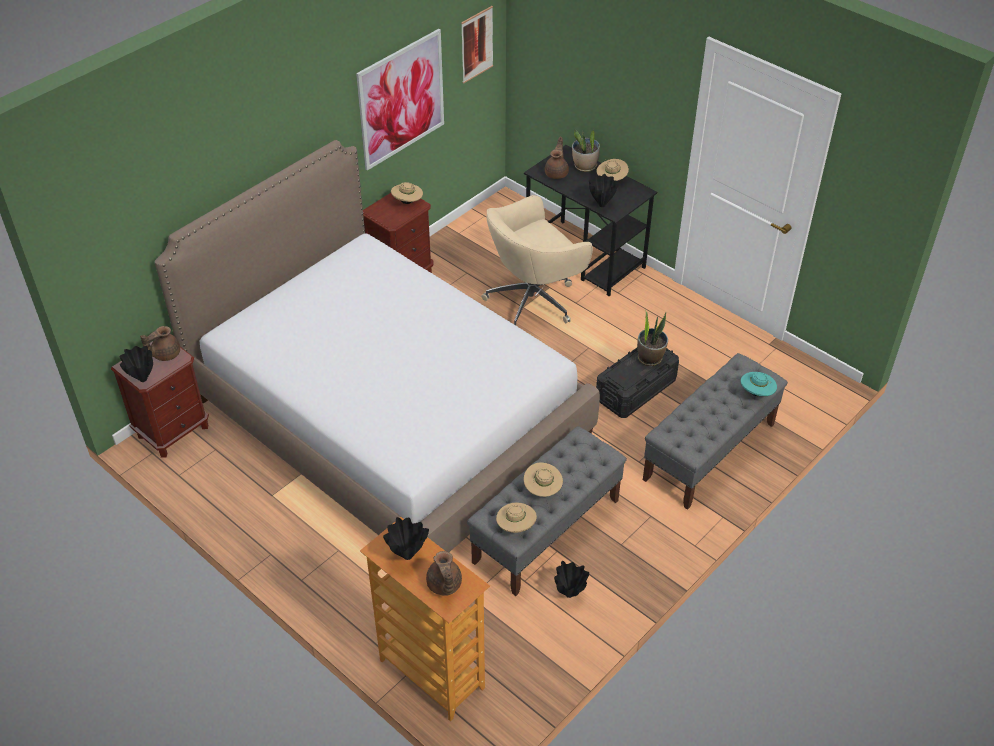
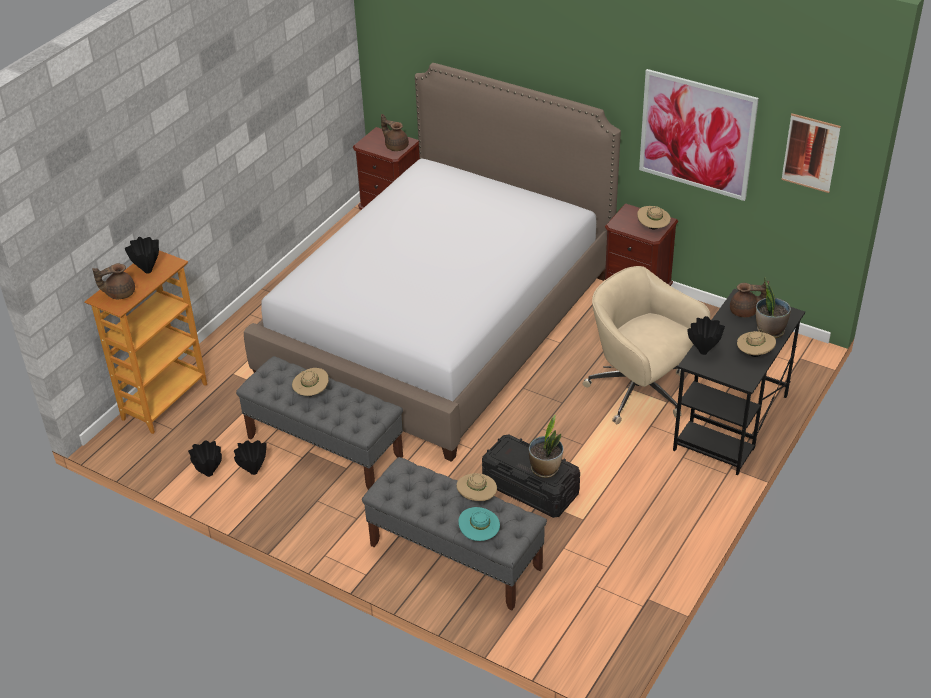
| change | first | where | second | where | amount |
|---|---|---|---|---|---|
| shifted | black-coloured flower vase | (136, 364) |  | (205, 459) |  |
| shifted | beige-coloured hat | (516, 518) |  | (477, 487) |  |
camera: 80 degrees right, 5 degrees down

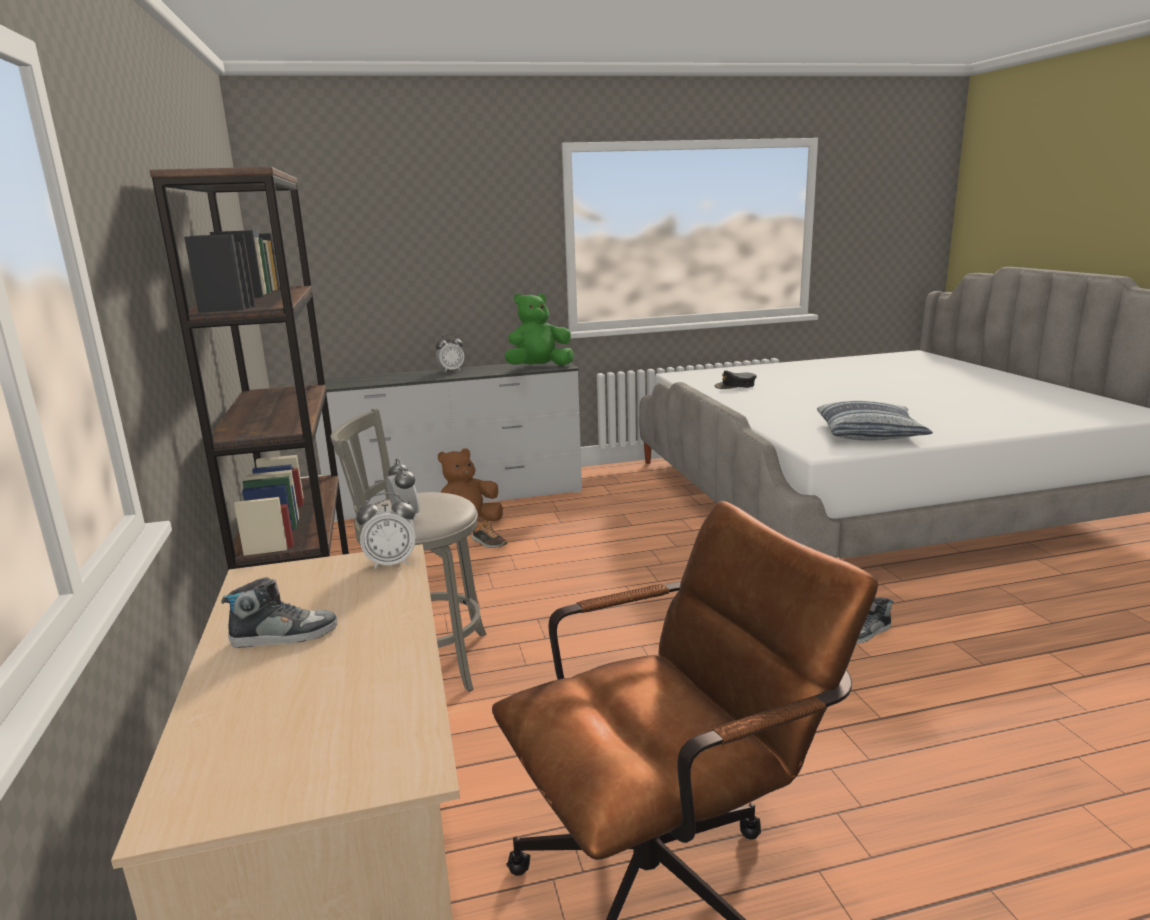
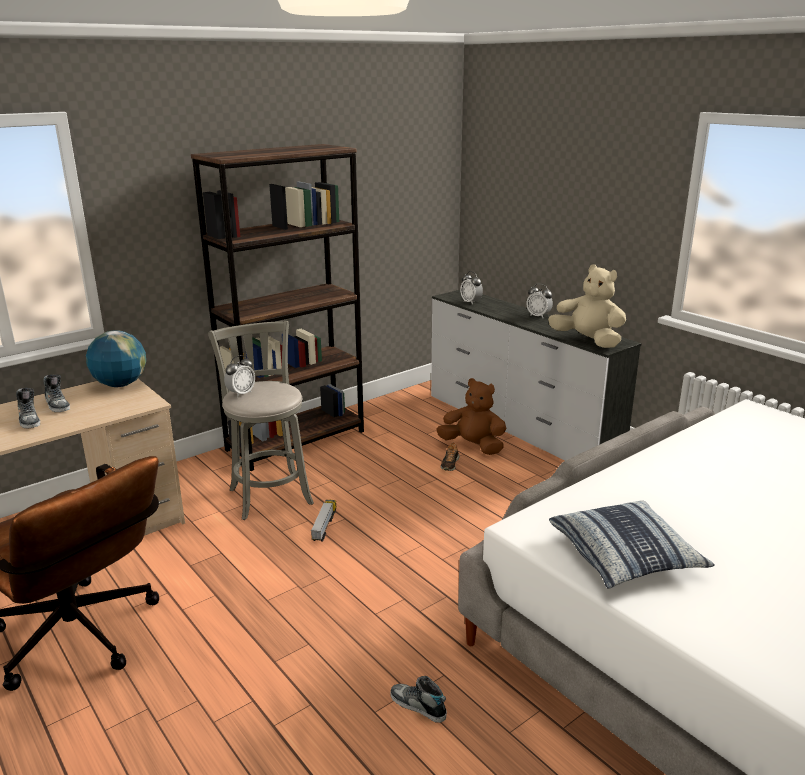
| change | first | where | second | where | amount |
|---|---|---|---|---|---|
| new |  |  | item of footwear | (28, 408) |  |
| new |  |  | globe | (116, 358) |  |
| new |  |  | toy lorry | (323, 521) |  |
| shifted | bedside clock | (386, 531) |  | (471, 288) |  |
| repainted | green-coloured soft toy | (539, 329) | beige-coloured soft toy | (587, 306) |  |
| gone | black-coloured cap | (736, 379) |  |  |  |
camera: 65 degrees right, 5 degrees up

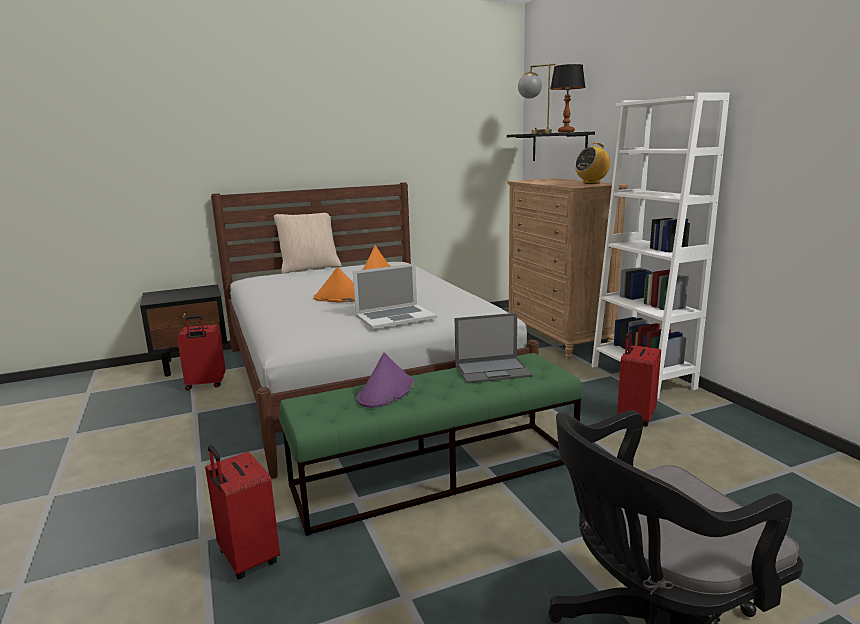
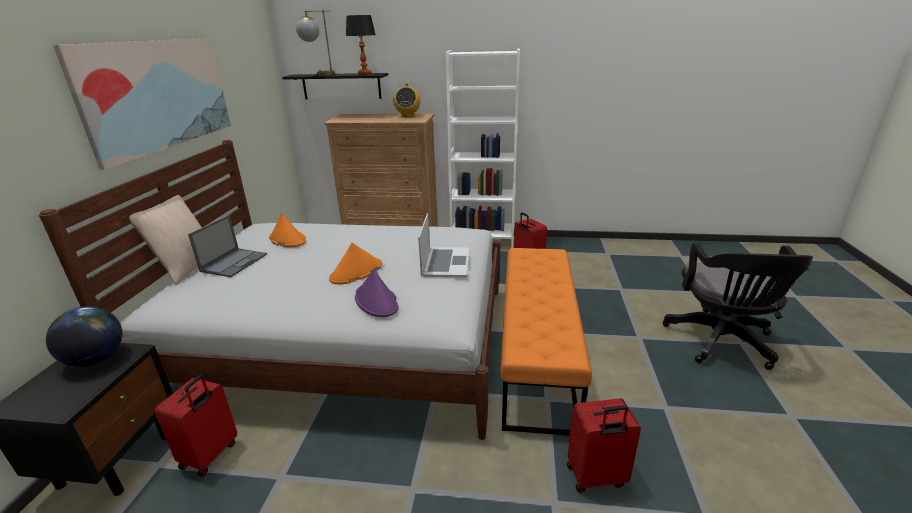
| change | first | where | second | where | amount |
|---|---|---|---|---|---|
| new |  |  | globe | (84, 336) |  |
| new |  |  | picture | (142, 104) |  |
| shifted | laptop | (494, 348) |  | (227, 246) |  |
| shifted | purple hat | (386, 380) |  | (377, 293) |  |
| repainted | green-coloured indoor bench | (430, 444) | orangey indoor bench | (546, 342) |  |
camera: 60 degrees left, 10 degrees up

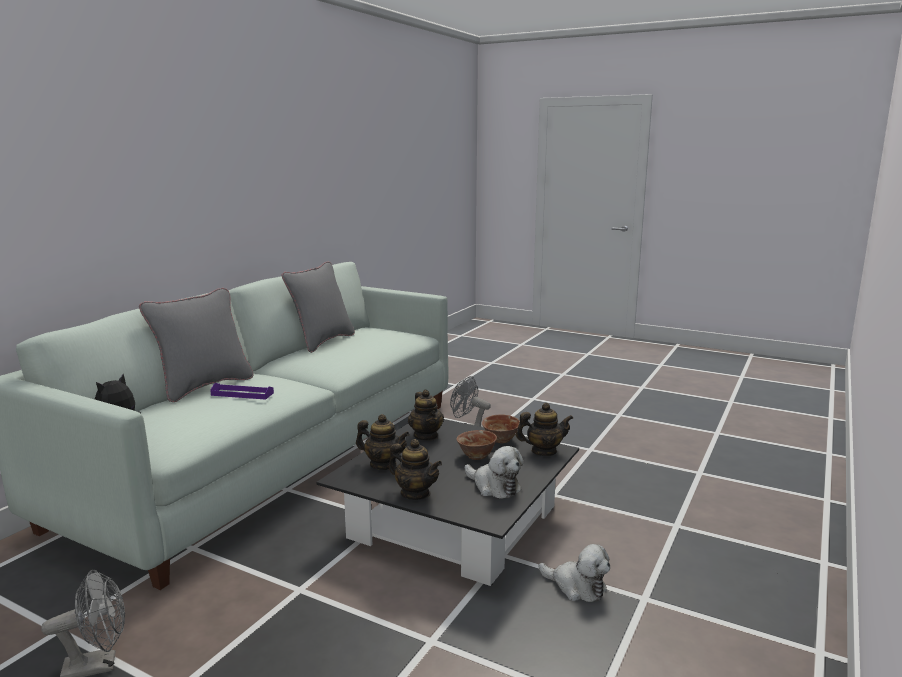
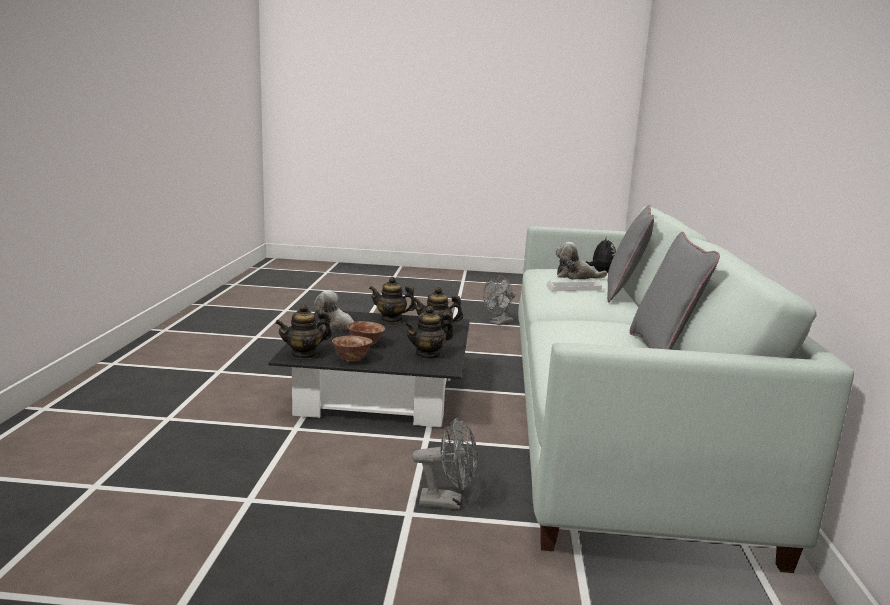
| change | first | where | second | where | amount |
|---|---|---|---|---|---|
| rotated | tea pot | (426, 415) |  | (429, 332) | 75 degrees counterclockwise |
| repainted | purple carrying tray | (242, 391) | whitish carrying tray | (574, 285) |  |
| shifted | soft toy | (574, 573) |  | (581, 261) |  |
camera: 155 degrees right, 0 degrees up

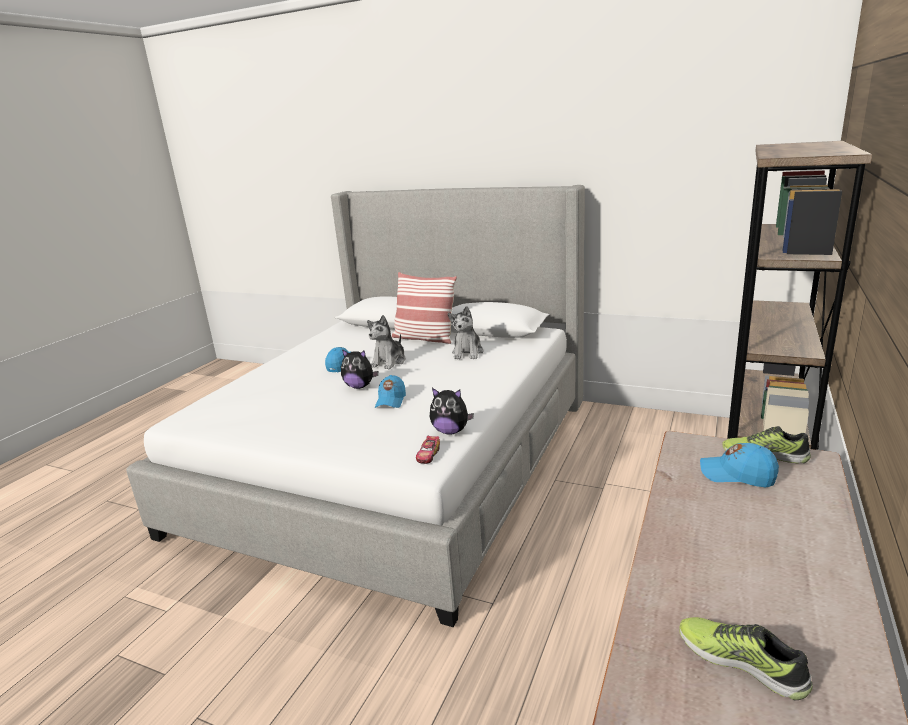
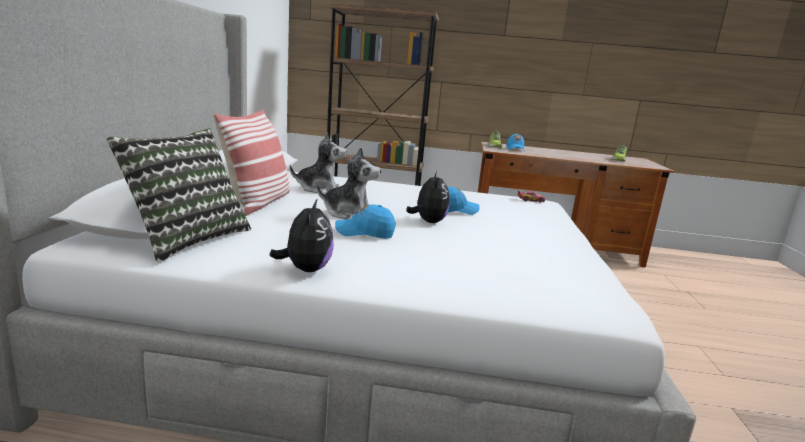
| change | first | where | second | where | amount |
|---|---|---|---|---|---|
| new |  |  | cushion | (179, 195) |  |
| shifted | soft toy | (452, 411) |  | (301, 235) |  |
camera: 110 degrees left, 5 degrees down

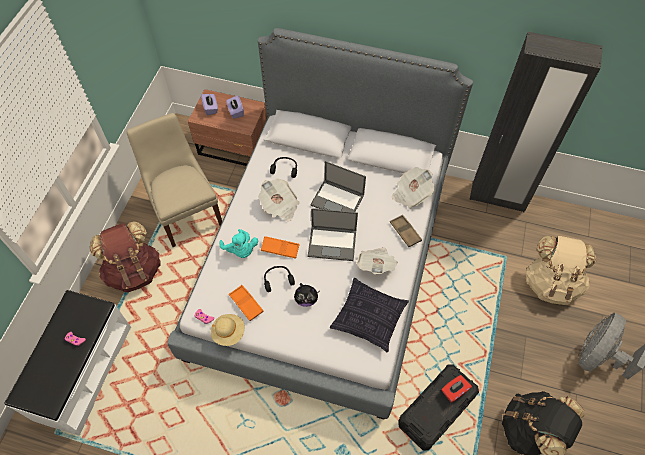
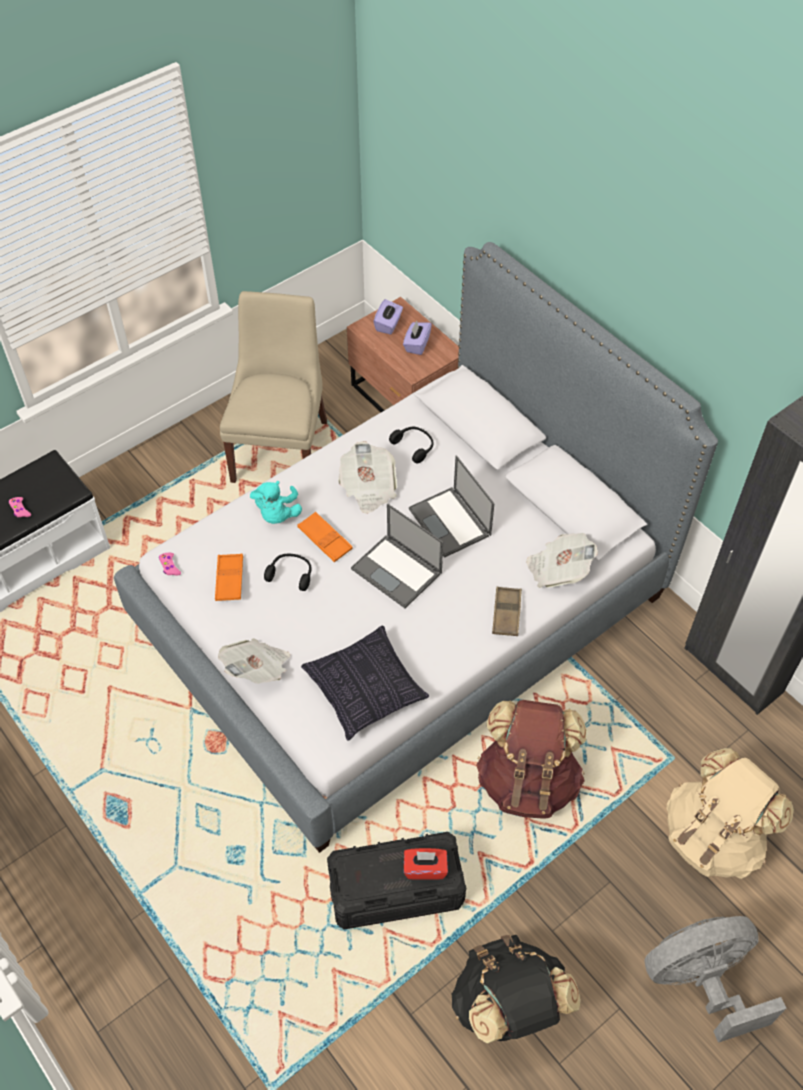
| change | first | where | second | where | amount |
|---|---|---|---|---|---|
| shifted | newspaper | (377, 260) |  | (254, 661) |  |
| shifted | brown-coloured backpack | (125, 257) |  | (531, 759) |  |
| gone | beige-coloured hat | (228, 330) |  |  |  |
| gone | soft toy | (307, 295) |  |  |  |
camera: 35 degrees right, 5 degrees down

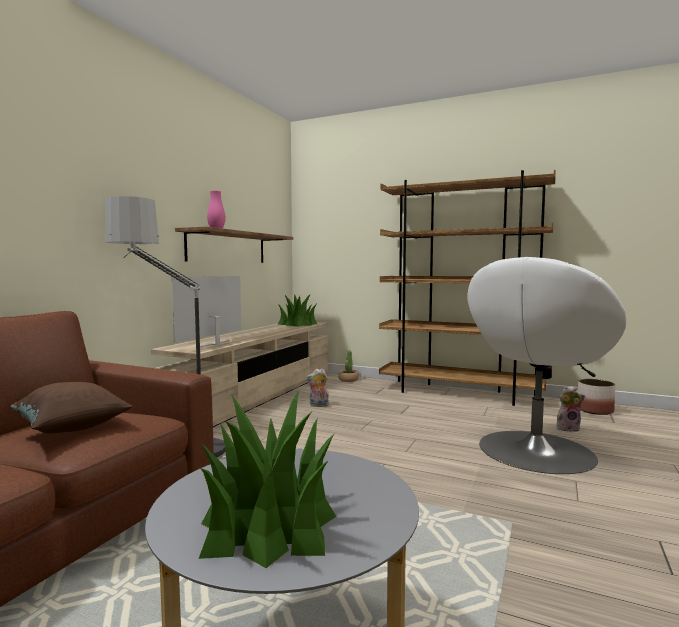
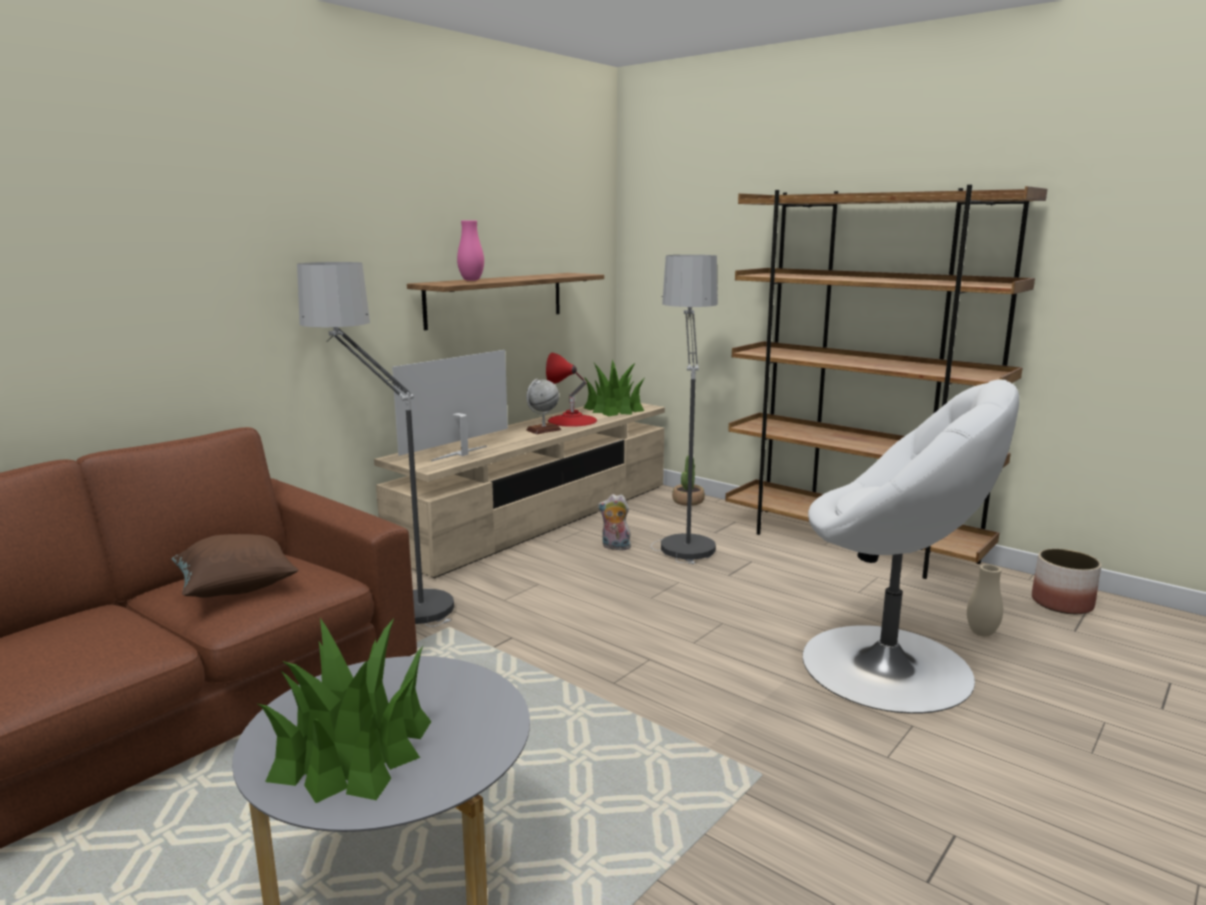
| change | first | where | second | where | amount |
|---|---|---|---|---|---|
| new |  |  | globe | (543, 406) |  |
| new |  |  | reddish tabletop lamp | (571, 390) |  |
| new |  |  | standard lamp | (684, 409) |  |
| rotated | whitish armchair | (546, 365) |  | (911, 546) | 120 degrees counterclockwise |
| swapped | soft toy | (570, 409) | beige-coloured flower vase | (985, 600) |  |
camera: 15 degrees right, 10 degrees up

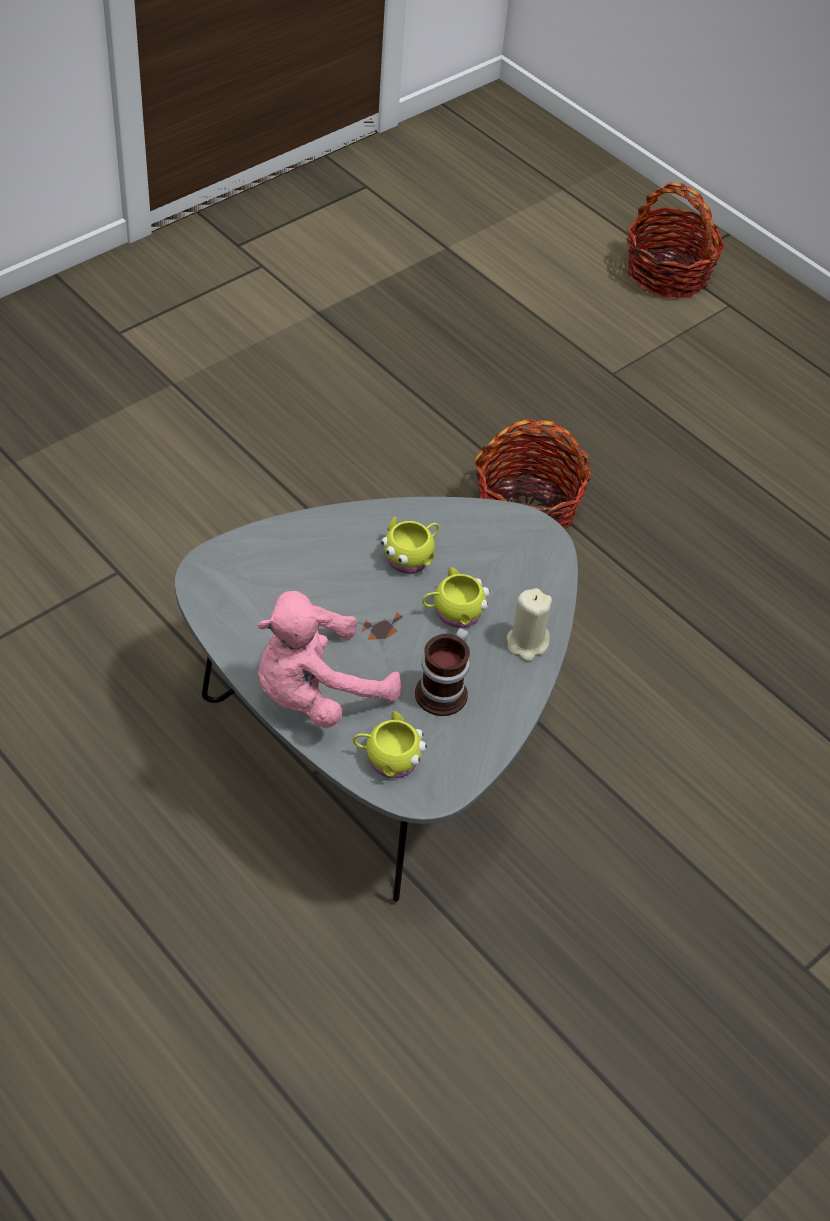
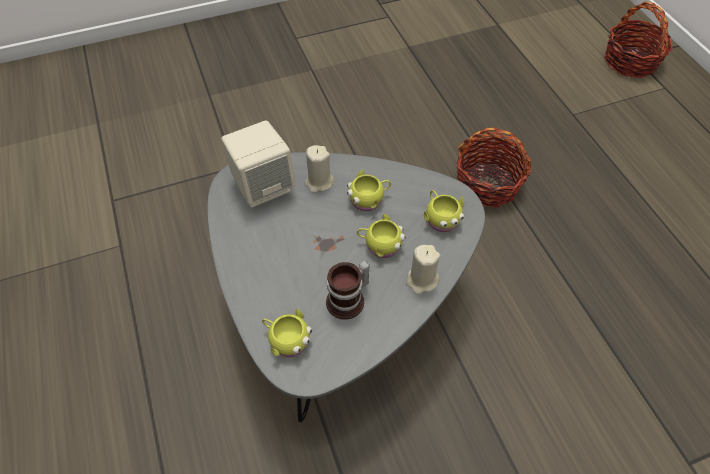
| change | first | where | second | where | amount |
|---|---|---|---|---|---|
| new |  |  | beige-coloured audio speaker | (258, 164) |  |
| new |  |  | beige-coloured wax candle | (319, 169) |  |
| new |  |  | yellow tea mug | (444, 211) |  |
| gone | pink soft toy | (329, 659) |  |  |  |
camera: 25 degrees right, 5 degrees up

